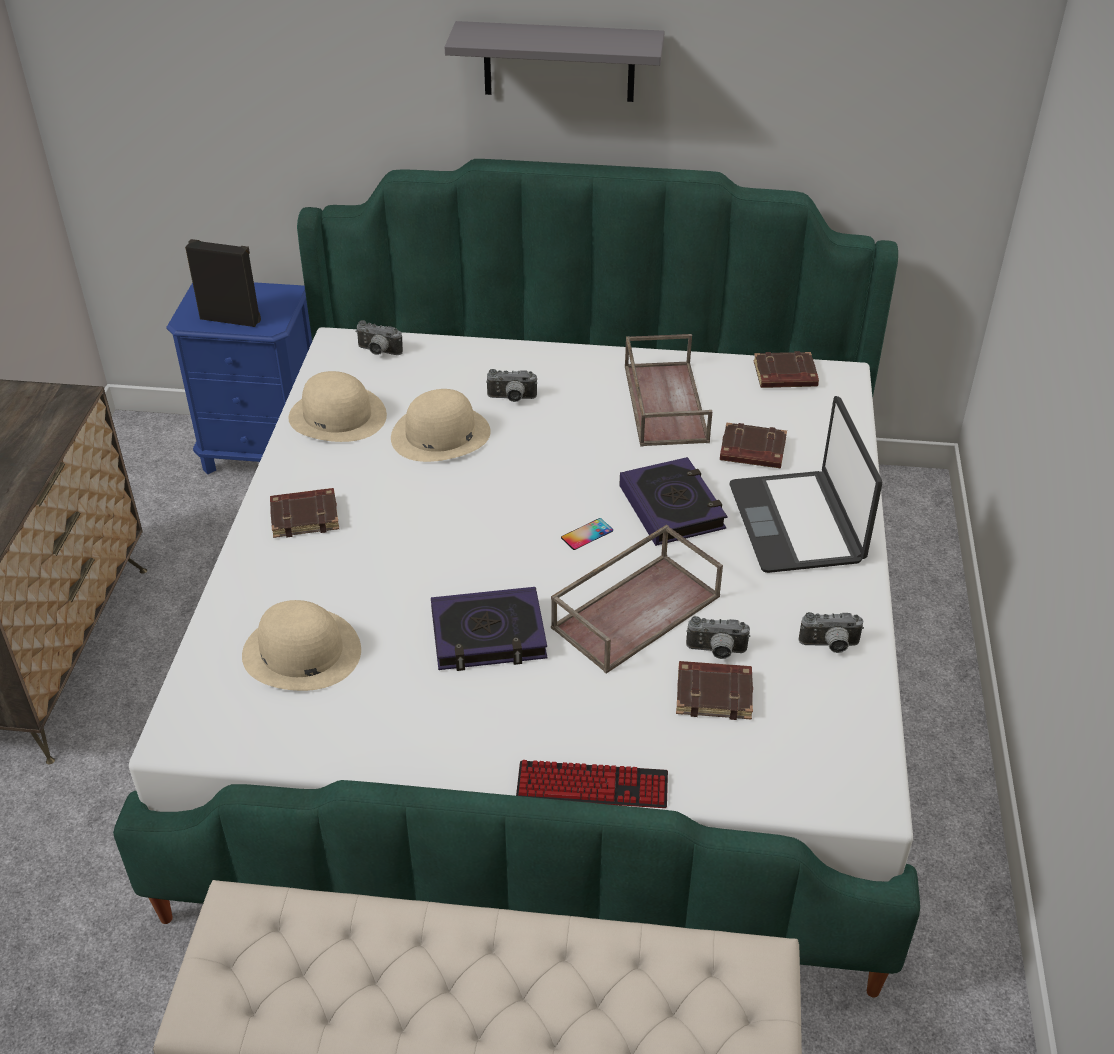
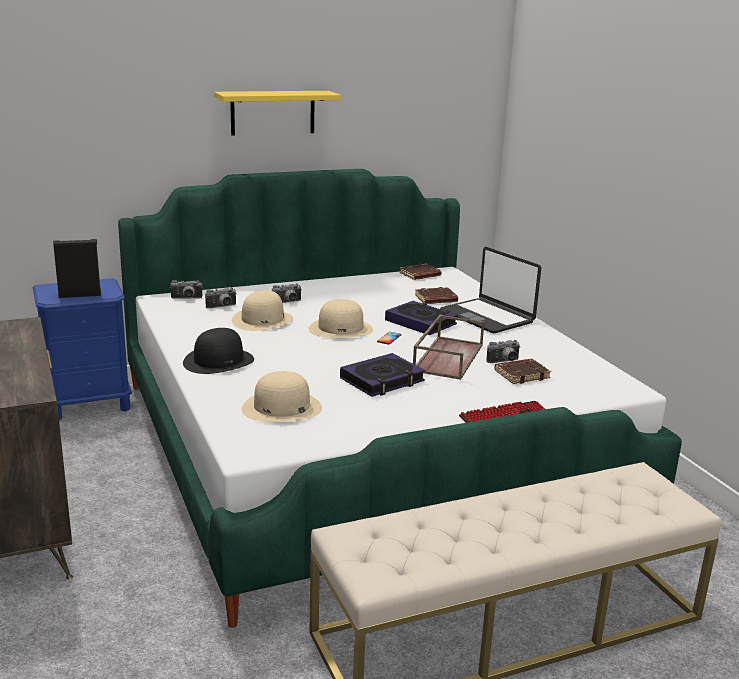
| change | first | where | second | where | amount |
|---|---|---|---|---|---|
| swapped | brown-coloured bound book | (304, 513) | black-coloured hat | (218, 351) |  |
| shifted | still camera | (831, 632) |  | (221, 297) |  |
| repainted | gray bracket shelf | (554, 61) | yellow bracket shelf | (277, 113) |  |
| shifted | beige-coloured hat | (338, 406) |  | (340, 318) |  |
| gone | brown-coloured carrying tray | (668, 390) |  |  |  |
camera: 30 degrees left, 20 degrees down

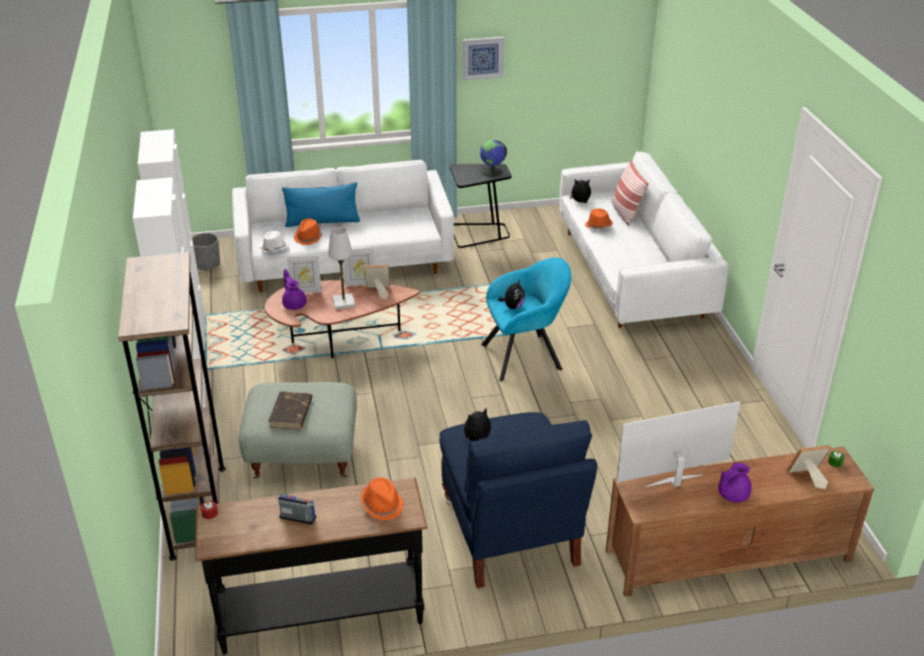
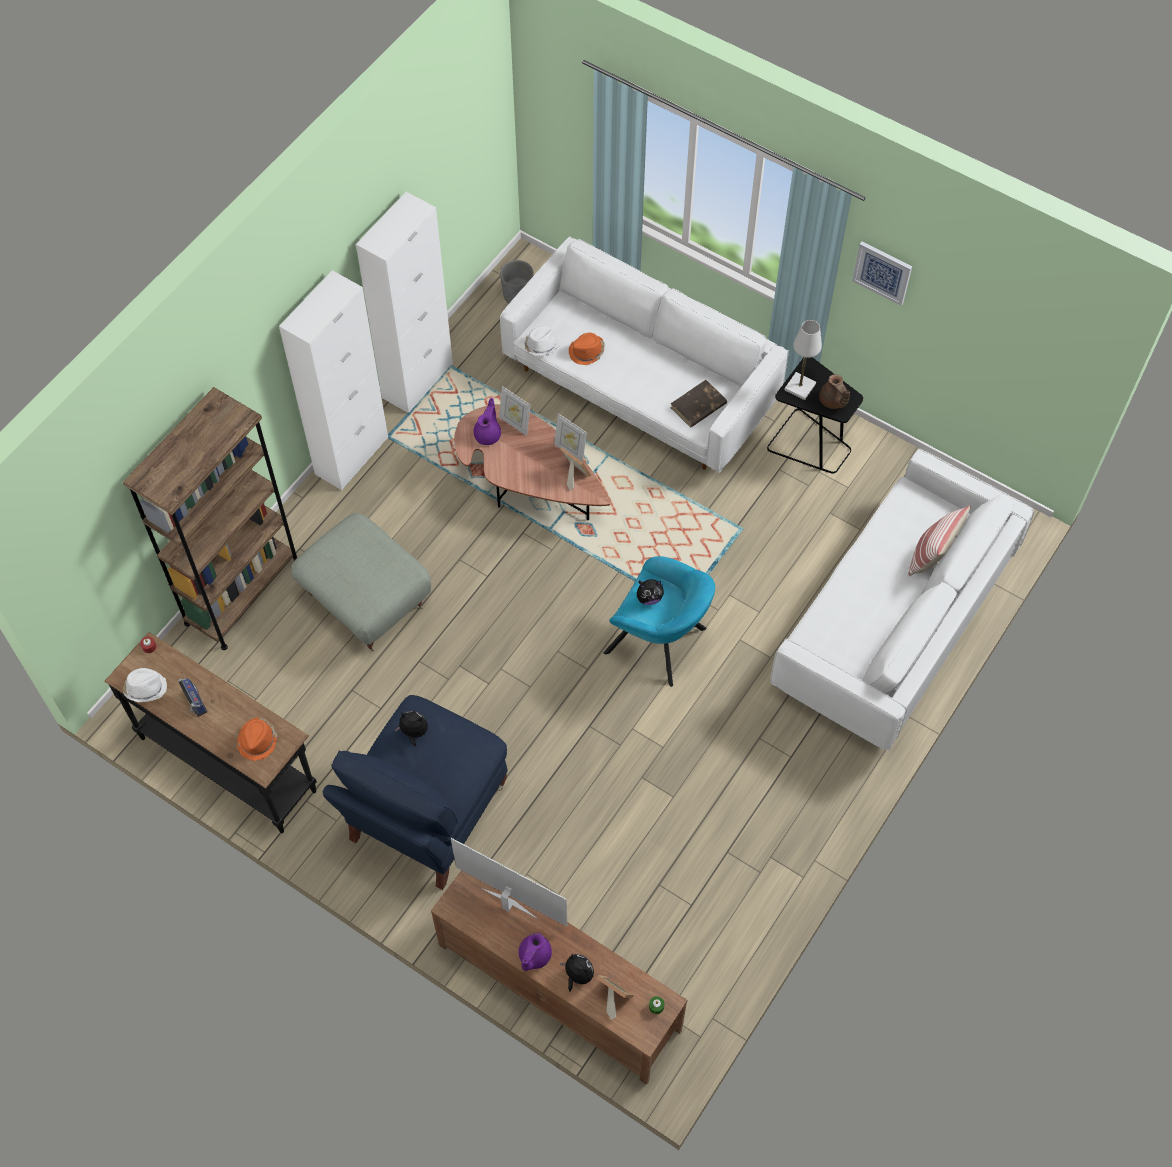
| change | first | where | second | where | amount |
|---|---|---|---|---|---|
| new |  |  | whitish hat | (145, 685) |  |
| rotated | purple tea pot | (735, 482) |  | (535, 951) | 75 degrees counterclockwise |
| shifted | soft toy | (580, 191) |  | (577, 972) |  |
| shifted | brown-coloured bound book | (290, 410) |  | (699, 403) |  |
| shifted | whitish tabletop lamp | (341, 268) |  | (803, 360) |  |
| swapped | globe | (493, 158) | brown-coloured tea pot | (834, 391) |  |
| gone | blue-coloured cushion | (321, 205) |  |  |  |
| gone | orangey hat | (599, 218) |  |  |  |
camera: 45 degrees right, 25 degrees up

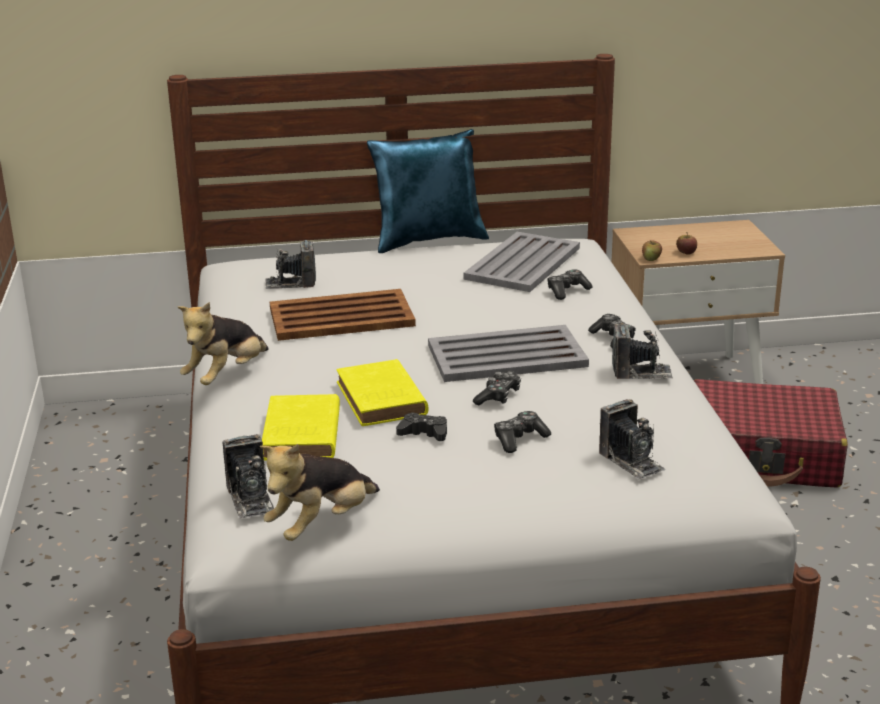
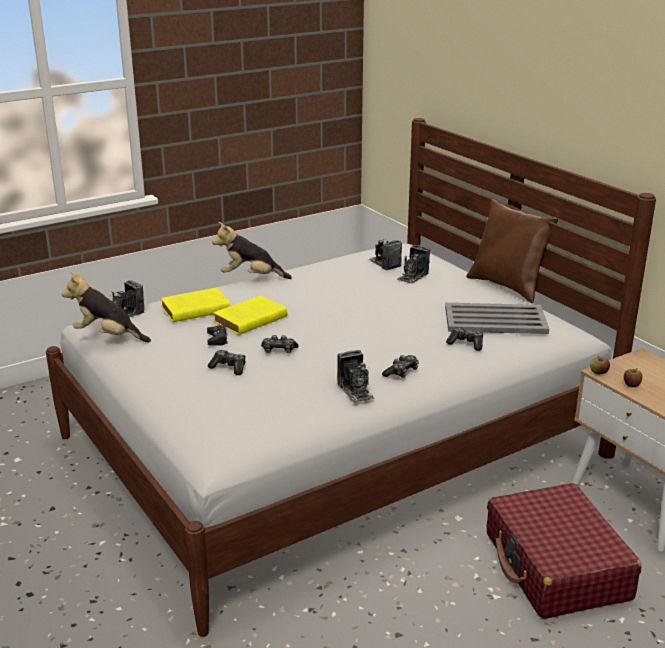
| change | first | where | second | where | amount |
|---|---|---|---|---|---|
| shifted | still camera | (632, 439) |  | (413, 264) |  |
| repainted | blue-coloured cushion | (428, 191) | brown-coloured cushion | (512, 251) |  |
| gone | brown-coloured carrying tray | (343, 315) |  |  |  |
| gone | gray carrying tray | (508, 353) |  |  |  |
camera: 65 degrees right, 0 degrees up

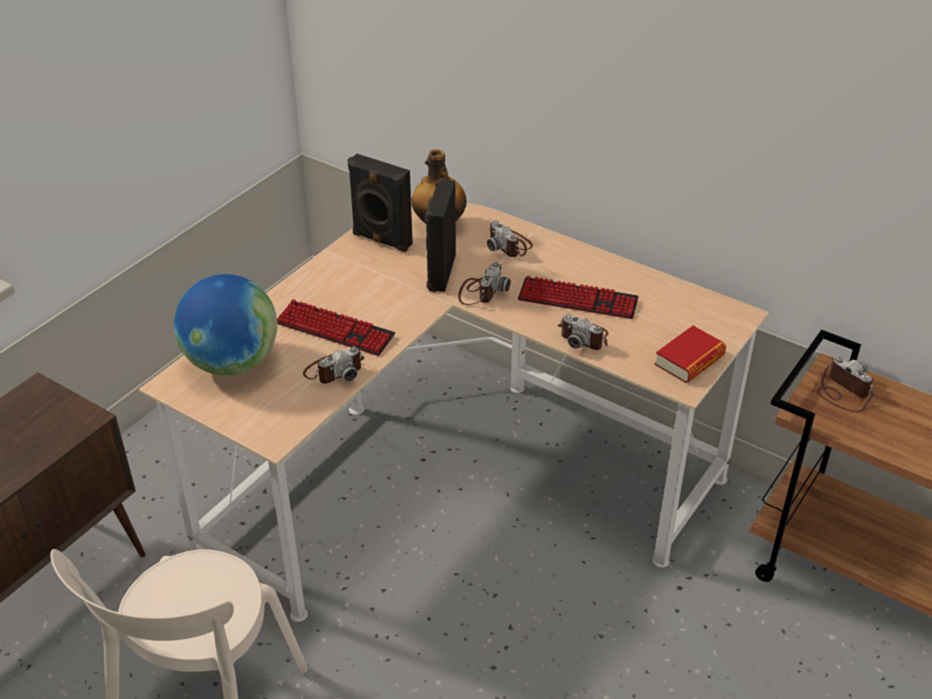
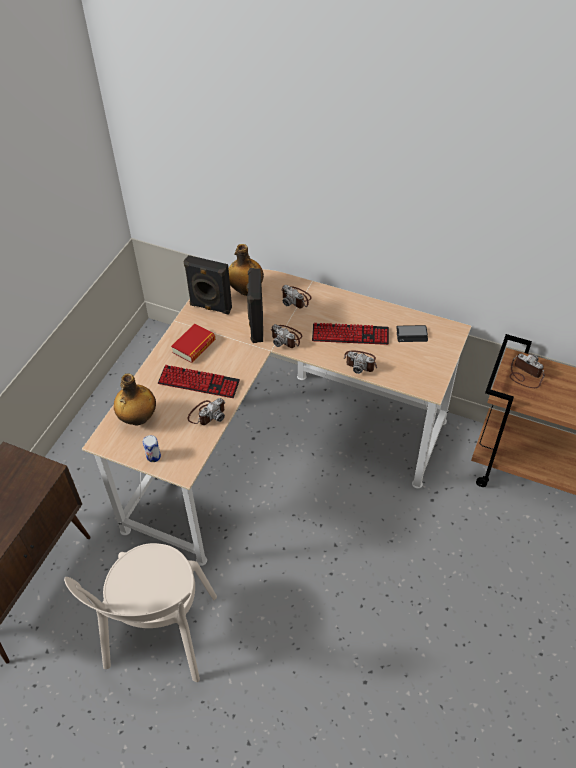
| change | first | where | second | where | amount |
|---|---|---|---|---|---|
| swapped | globe | (225, 324) | bottle | (135, 399) |  |
| new |  |  | can | (152, 448) |  |
| shifted | bound book | (690, 354) |  | (193, 343) |  |
| rotated | still camera | (484, 283) |  | (286, 336) | 120 degrees clockwise |
| new |  |  | handset | (412, 333) |  |
camera: 10 degrees left, 10 degrees up

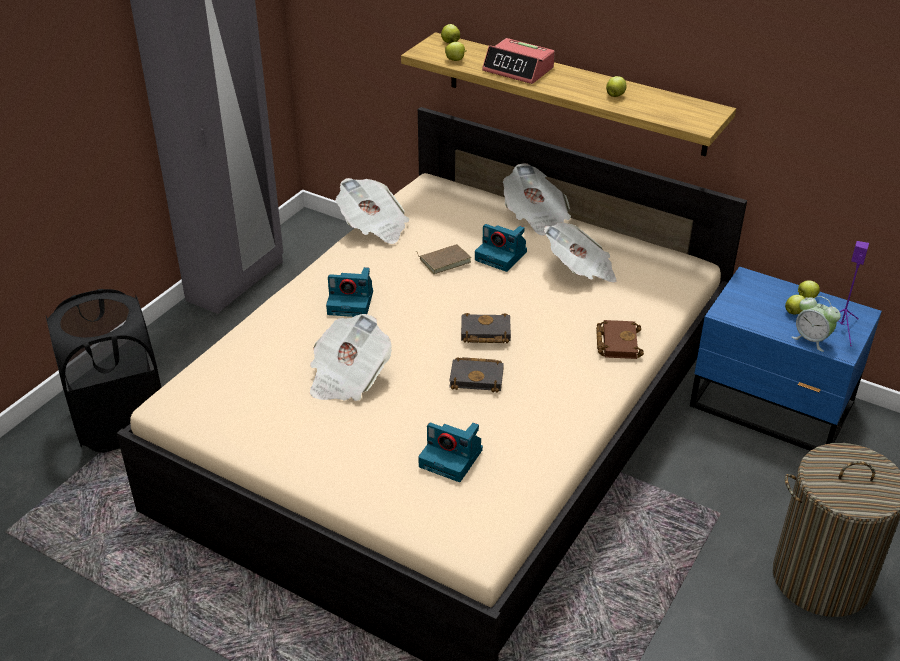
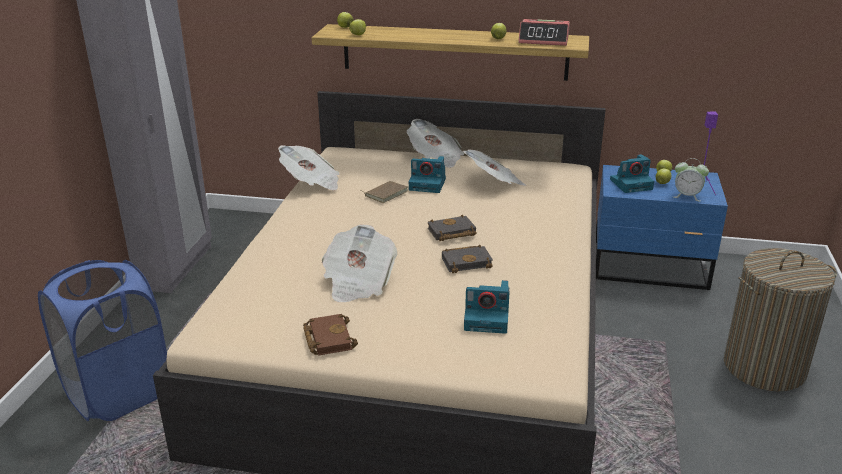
| change | first | where | second | where | amount |
|---|---|---|---|---|---|
| repainted | black-coloured laundry basket | (103, 371) | blue-coloured laundry basket | (102, 340) |  |
| shifted | brown-coloured bound book | (620, 339) |  | (330, 334) |  |
| shifted | bedside clock | (518, 61) |  | (544, 32) |  |
| shifted | still camera | (349, 292) |  | (632, 173) |  |
camera: 20 degrees left, 10 degrees down

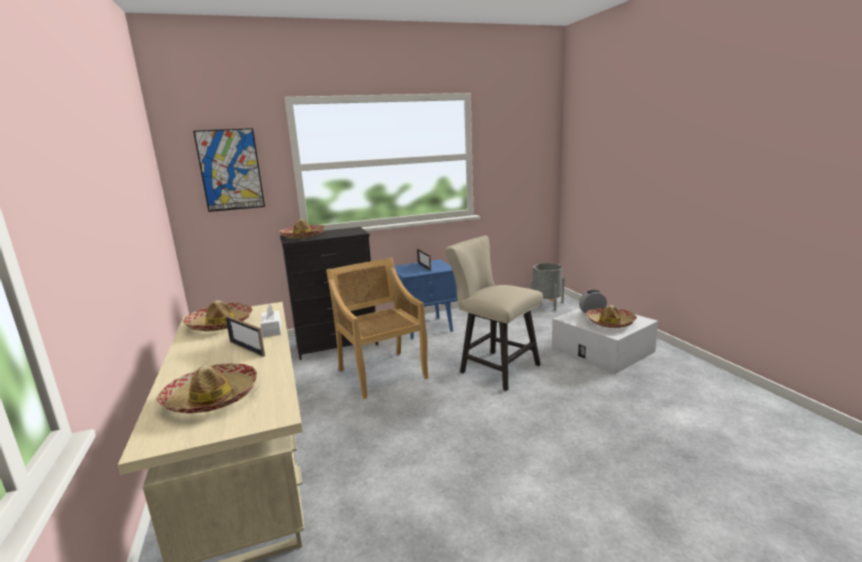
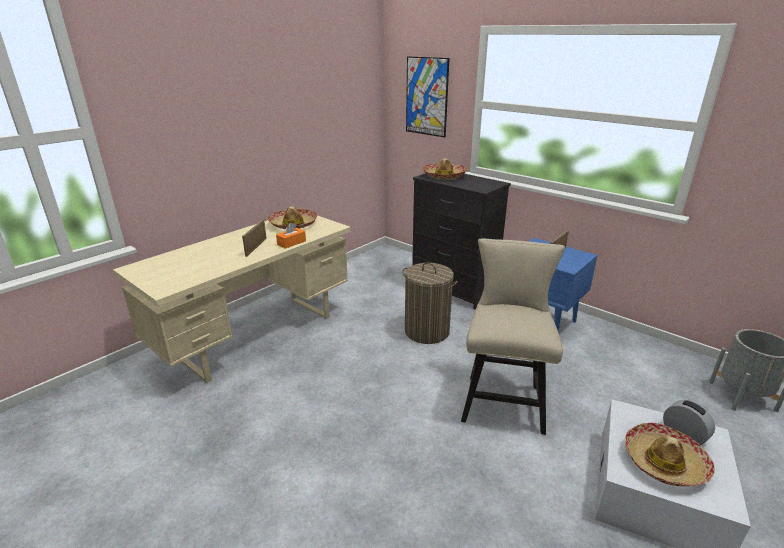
| change | first | where | second | where | amount |
|---|---|---|---|---|---|
| repainted | whitish tissue box | (270, 320) | orangey tissue box | (291, 236) |  |
| swapped | beige-coloured upright chair | (377, 328) | laundry basket | (430, 303) |  |
| gone | hat | (206, 388) |  |  |  |
camera: 60 degrees right, 10 degrees up

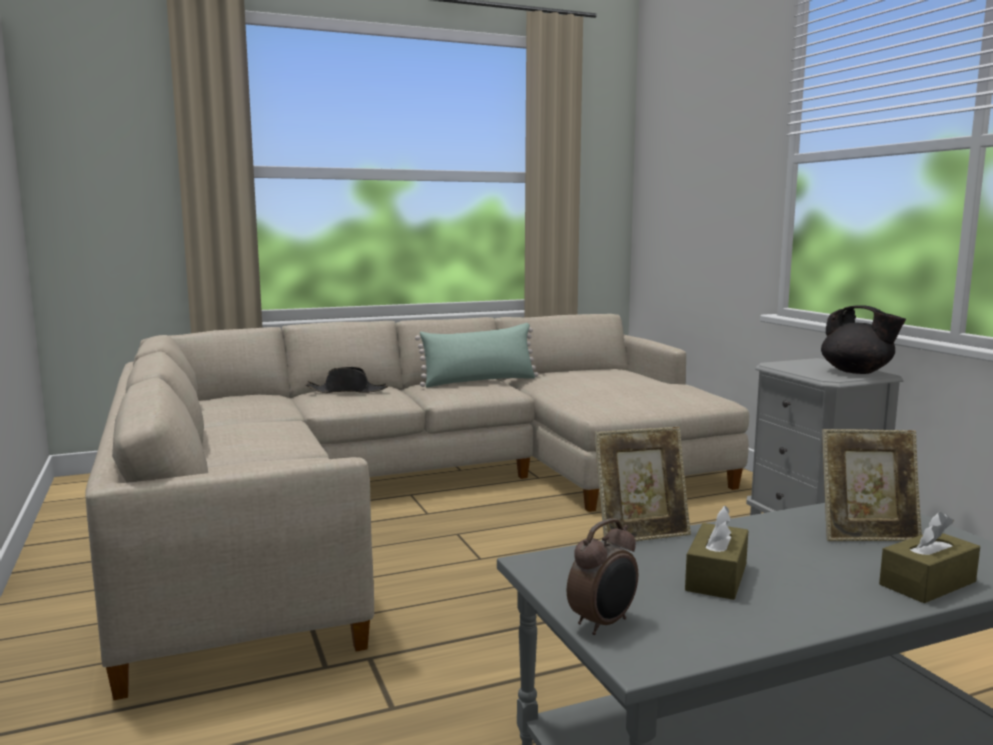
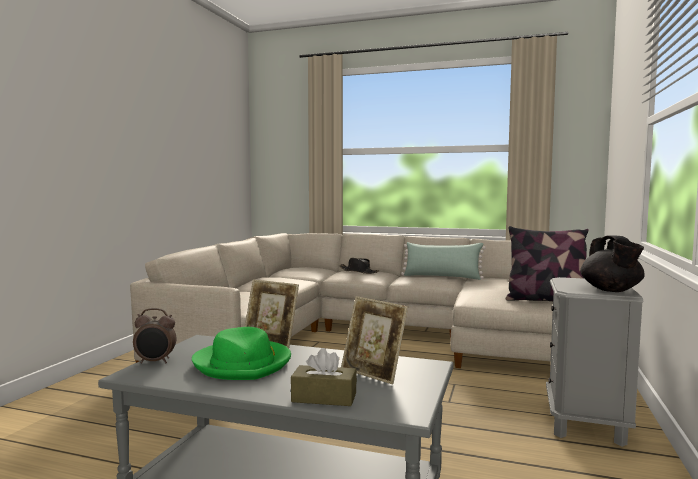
| change | first | where | second | where | amount |
|---|---|---|---|---|---|
| swapped | brown-coloured tissue box | (716, 553) | green-coloured hat | (241, 353) |  |
| new |  |  | cushion | (547, 263) |  |
camera: 40 degrees right, 5 degrees down

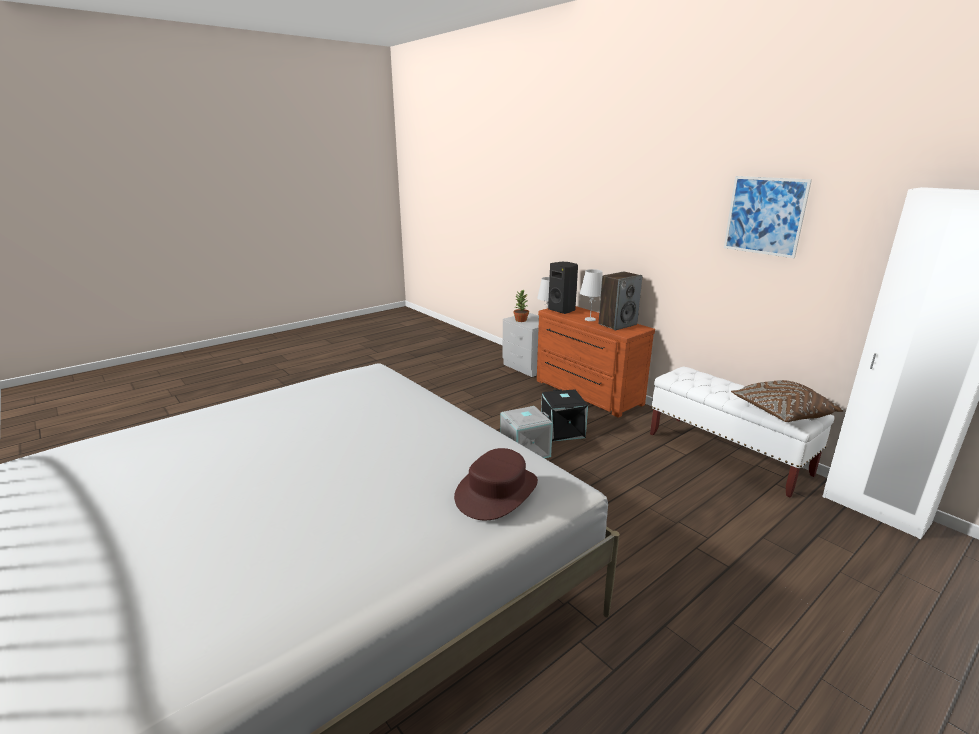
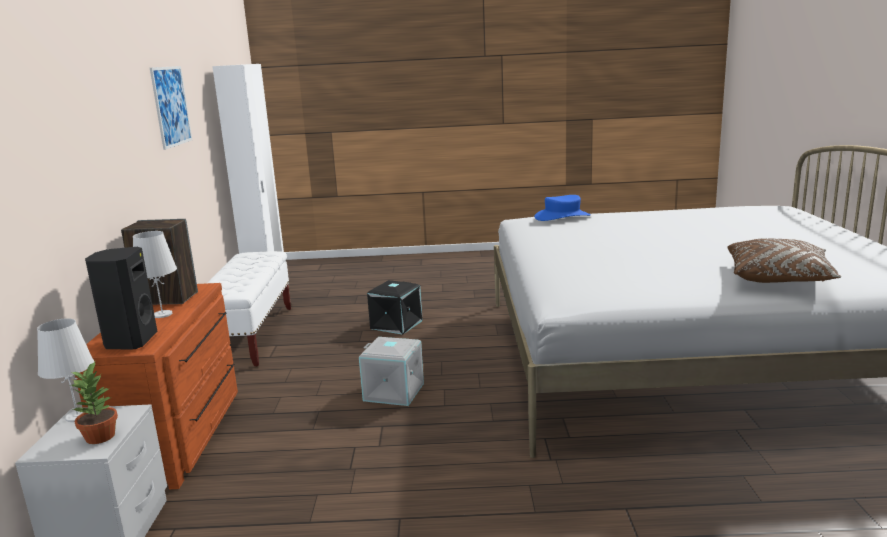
| change | first | where | second | where | amount |
|---|---|---|---|---|---|
| shifted | black-coloured storage container | (564, 415) |  | (395, 307) |  |
| repainted | brown-coloured hat | (496, 484) | blue-coloured hat | (562, 208) |  |
| shifted | brown-coloured cushion | (787, 401) |  | (784, 260) |  |
camera: 140 degrees left, 5 degrees down

